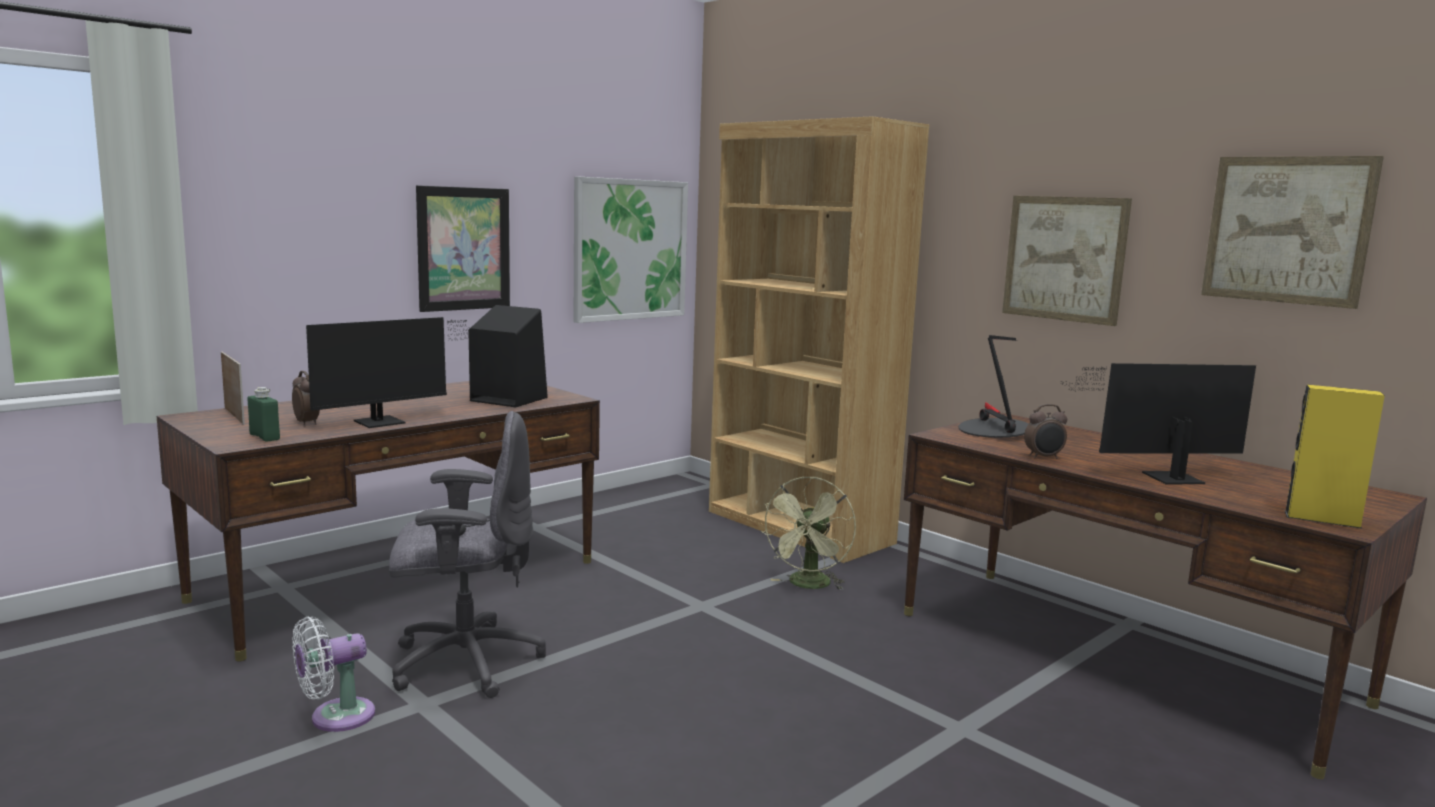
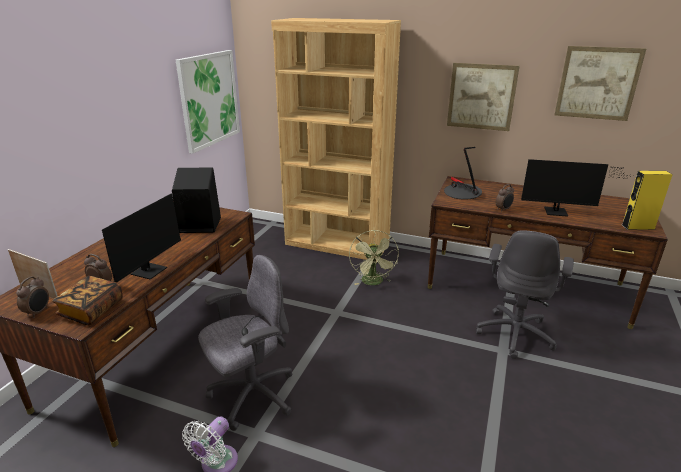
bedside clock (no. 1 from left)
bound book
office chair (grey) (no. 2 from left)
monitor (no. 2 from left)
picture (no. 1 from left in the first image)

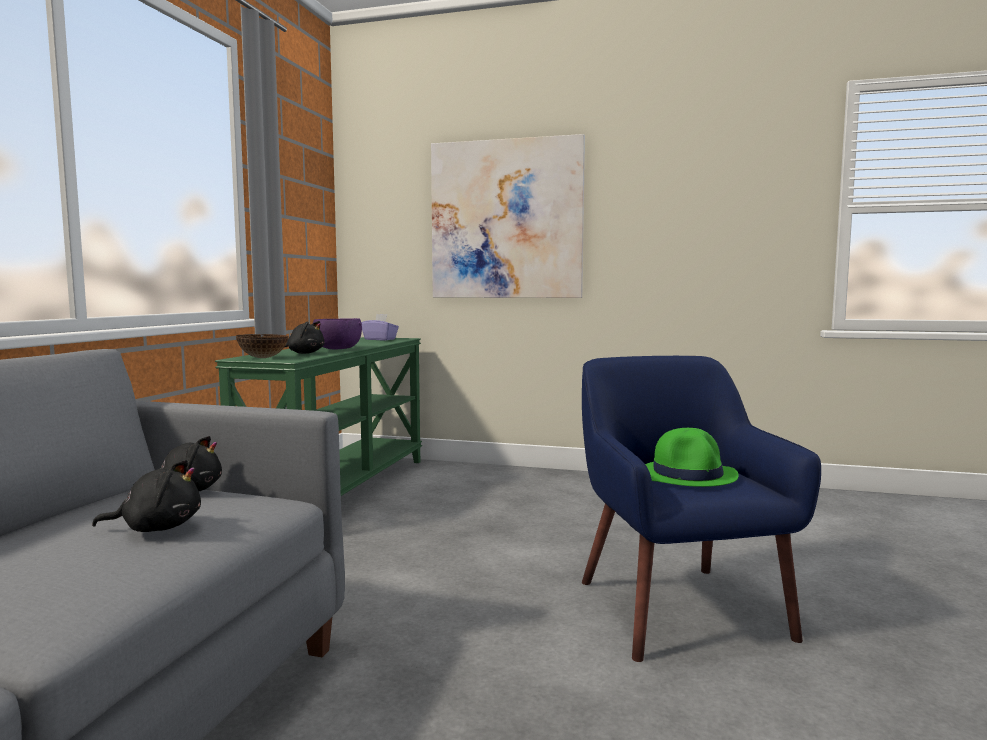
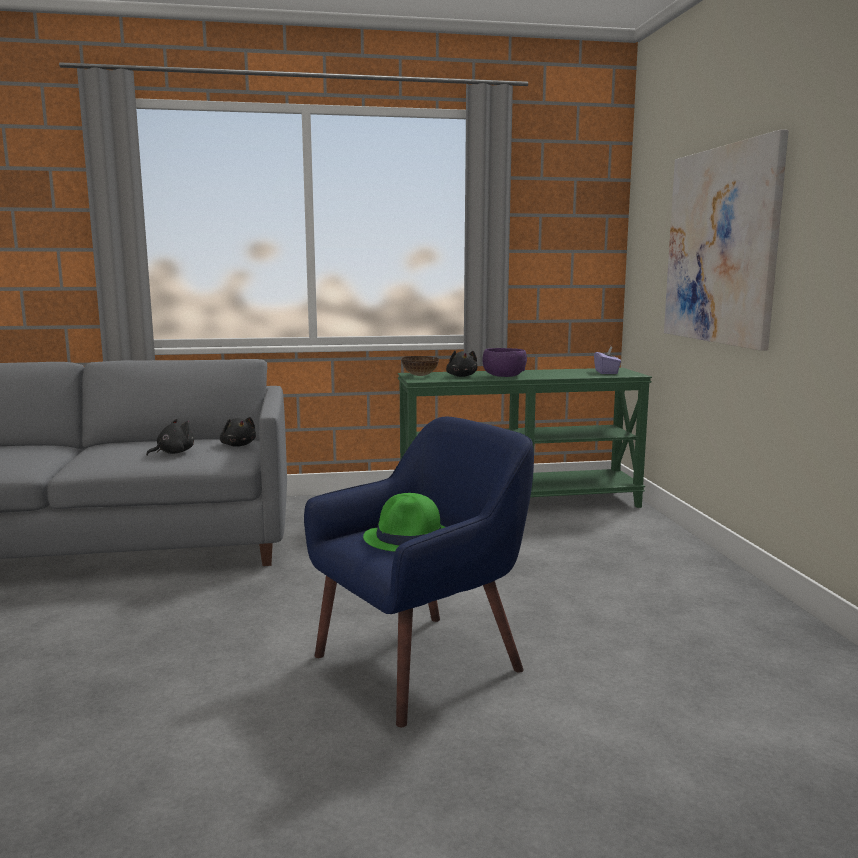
cuddly toy (blackish) (no. 1 from left)

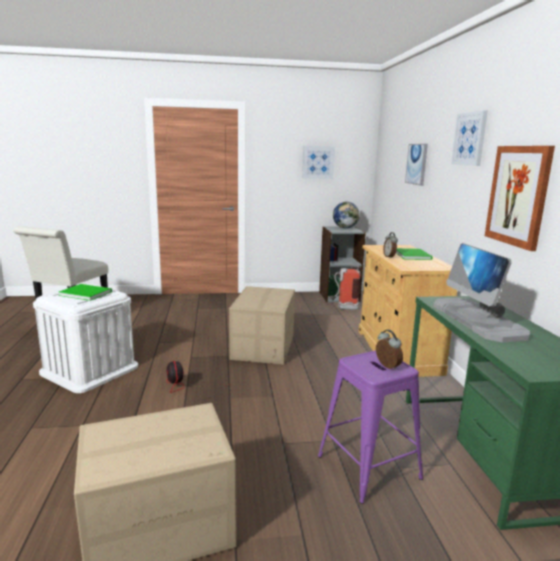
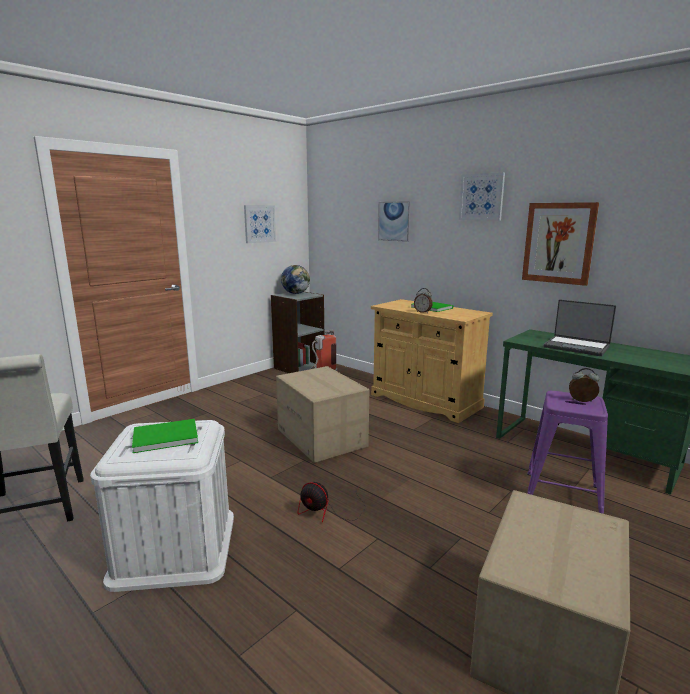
notebook computer

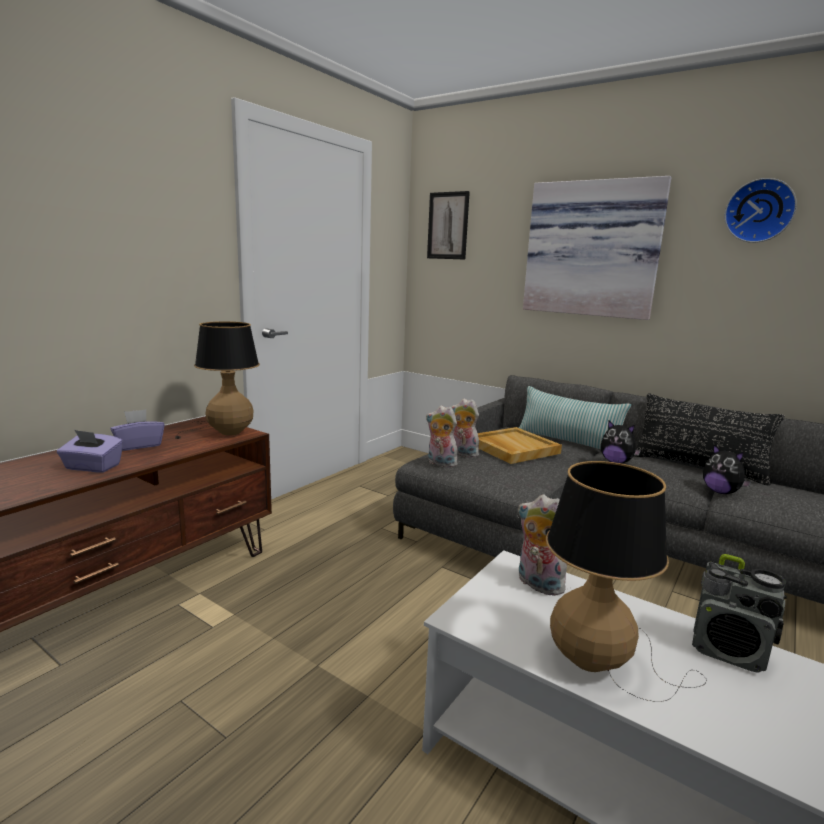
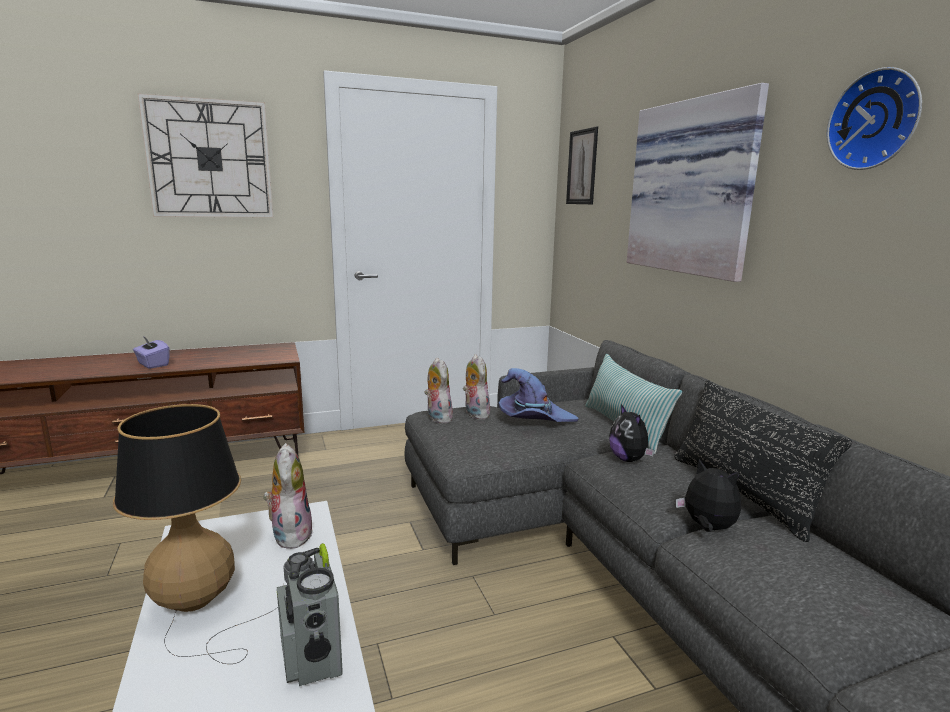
wall clock (no. 1 from left)
clothing hat (purplish)
cuddly toy (no. 5 from left)
box of tissues (purplish) (no. 2 from left in the first image)
lamp for a table (no. 1 from left in the first image)

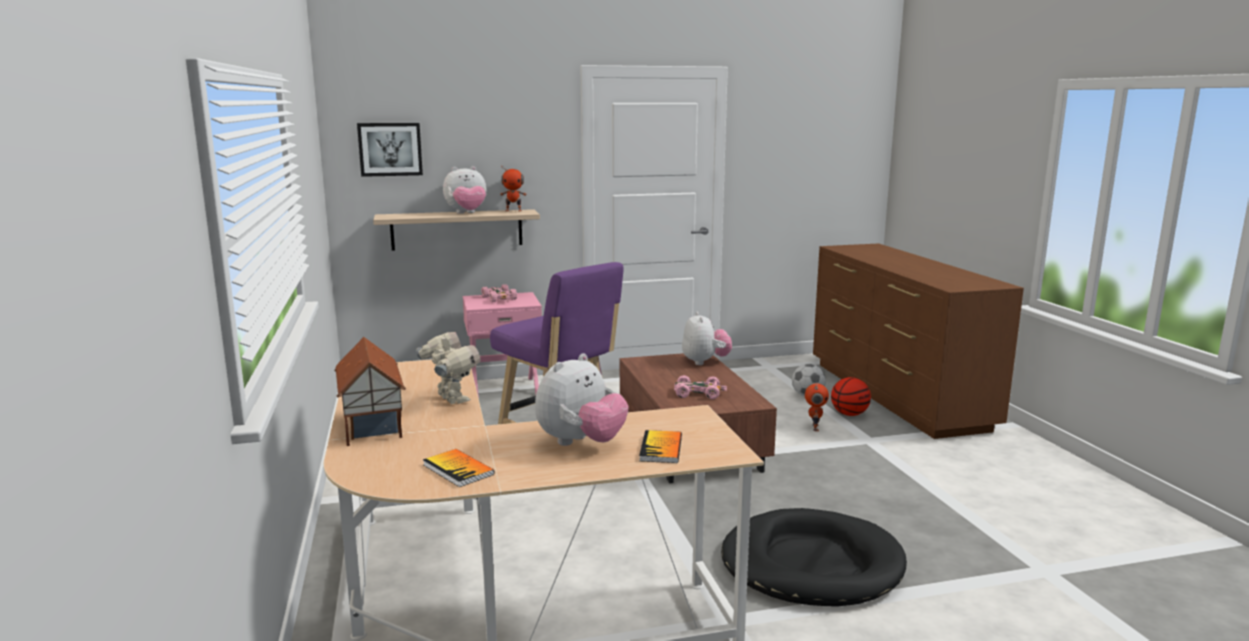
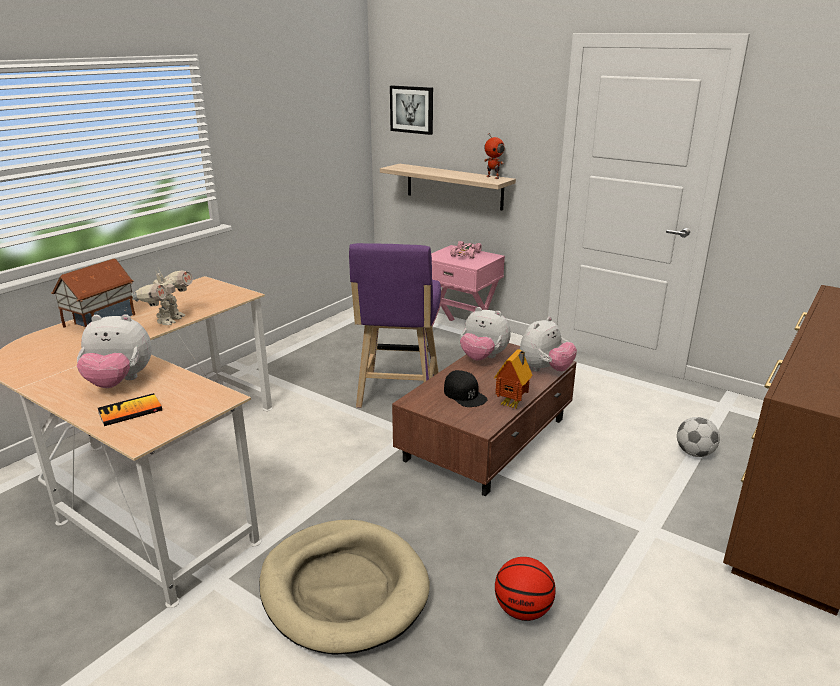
dog cushion (beige)
cap (blackish)
cuddly toy (no. 2 from left)
model house (no. 2 from left)
basketball ball
bound book (no. 1 from left in the first image)
model robot (no. 3 from left in the first image)

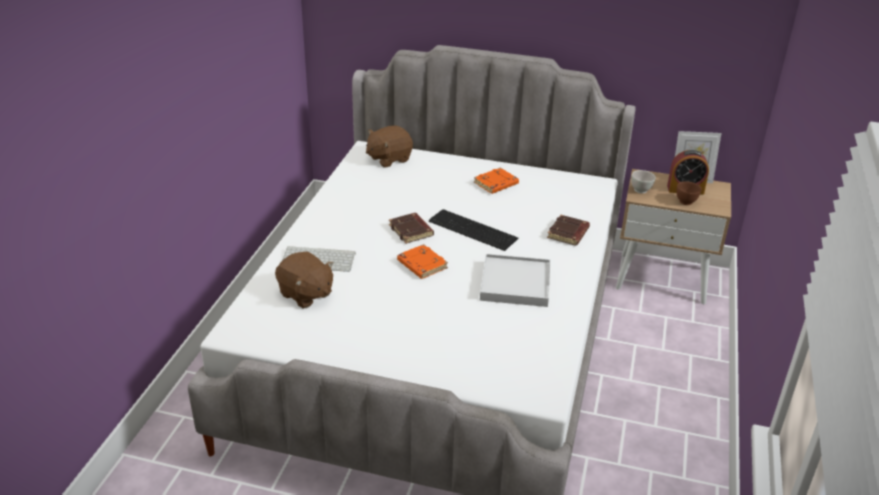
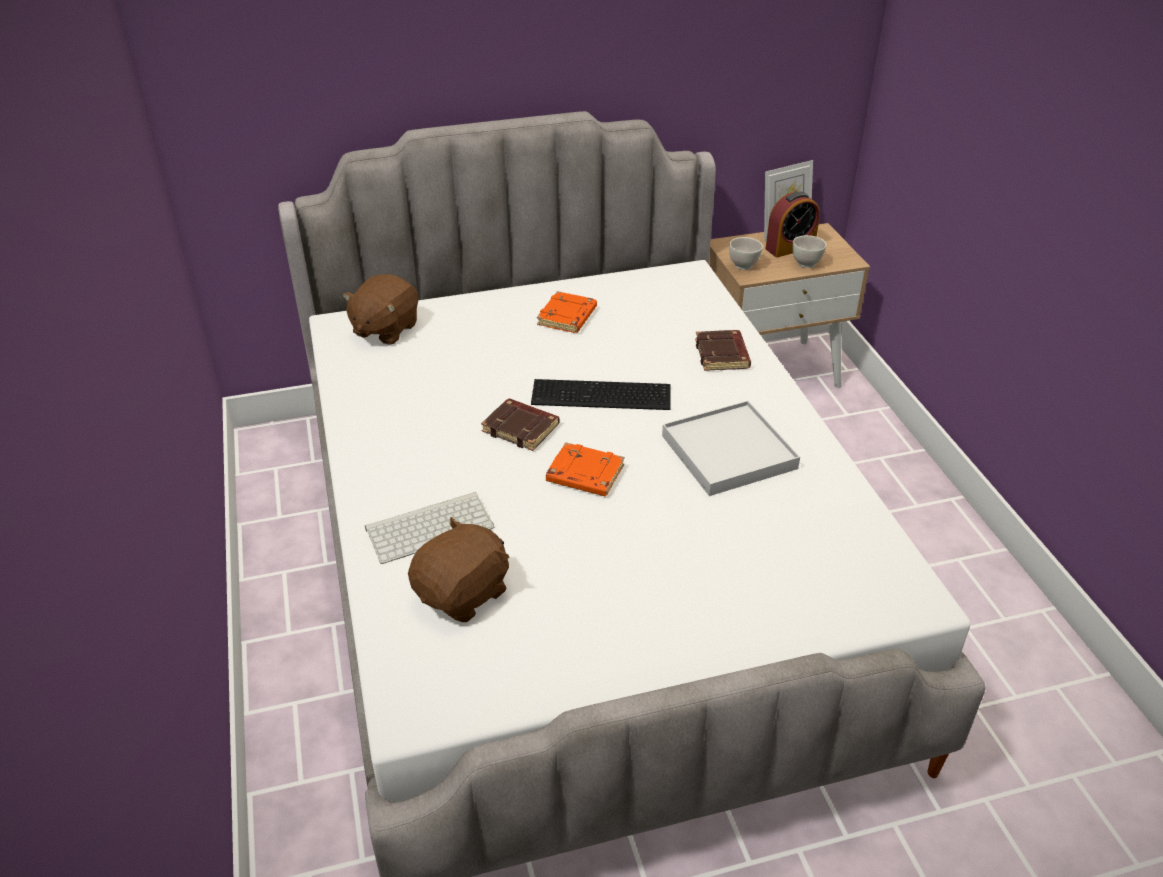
cuddly toy (brownish) (no. 2 from left)
deep dish (white) (no. 2 from left)

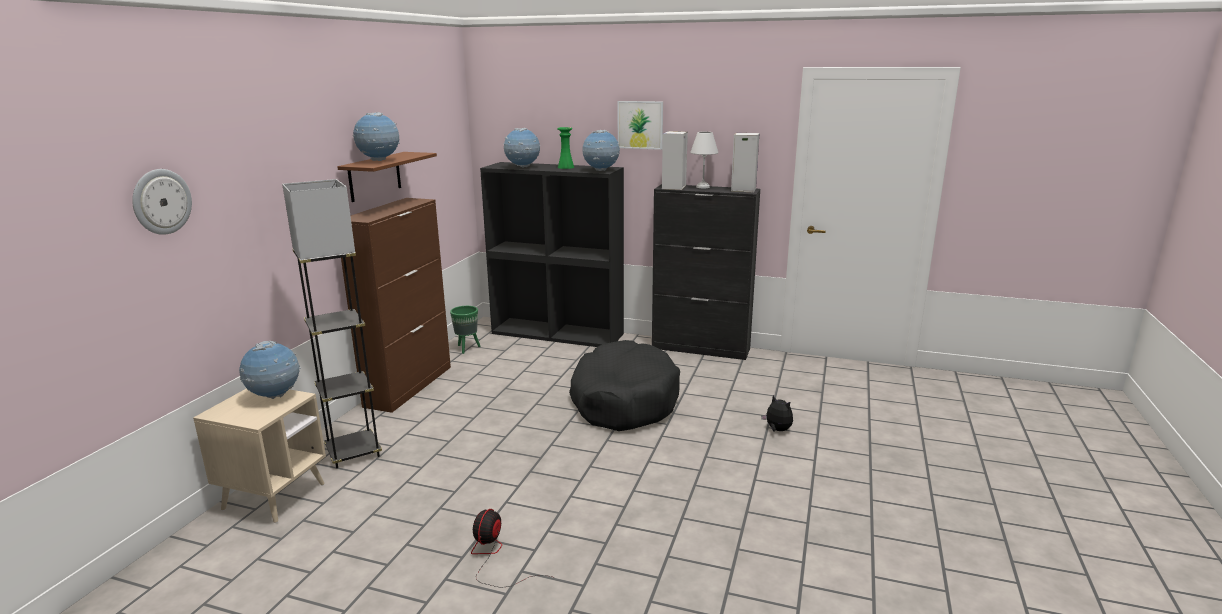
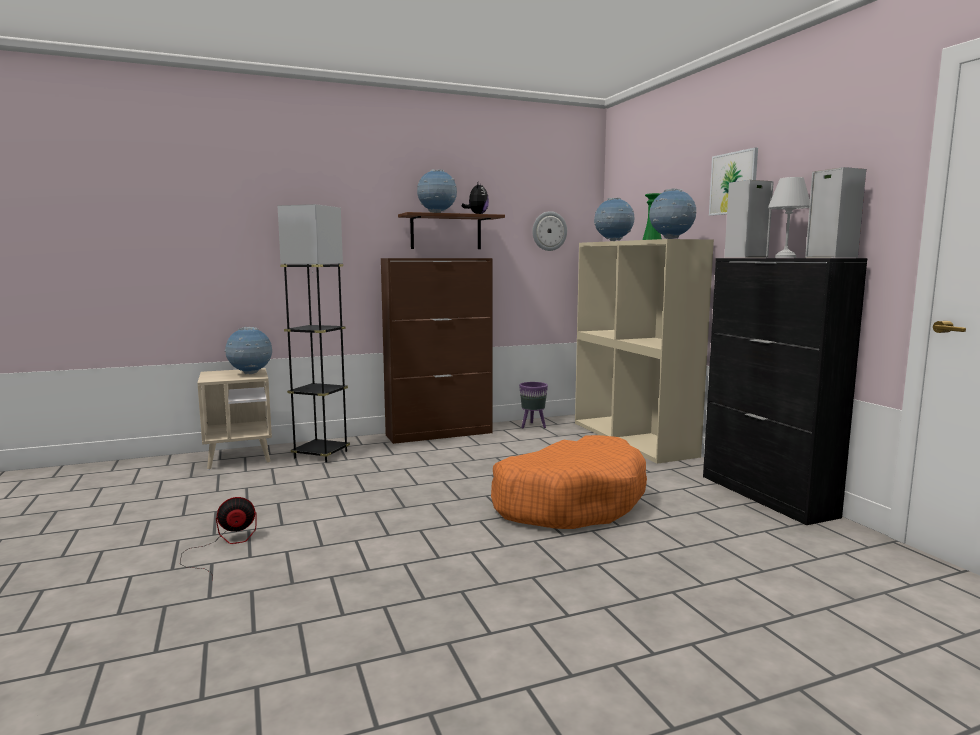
cuddly toy
dog cushion (orange)
plant pot (purplish)
wall clock
shelving unit (beige)

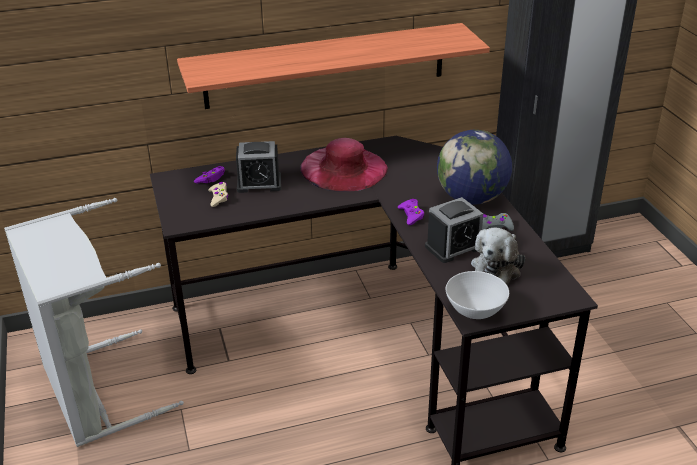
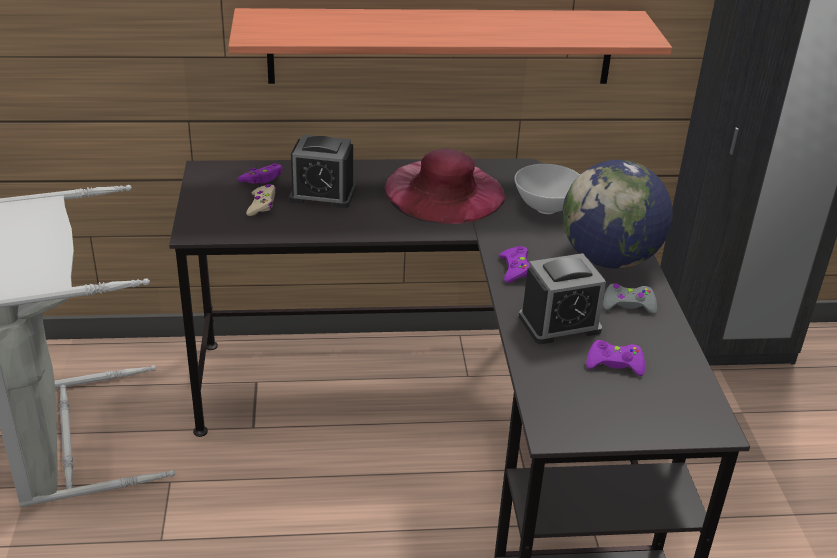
deep dish (white)
gamepad (purplish) (no. 3 from left)

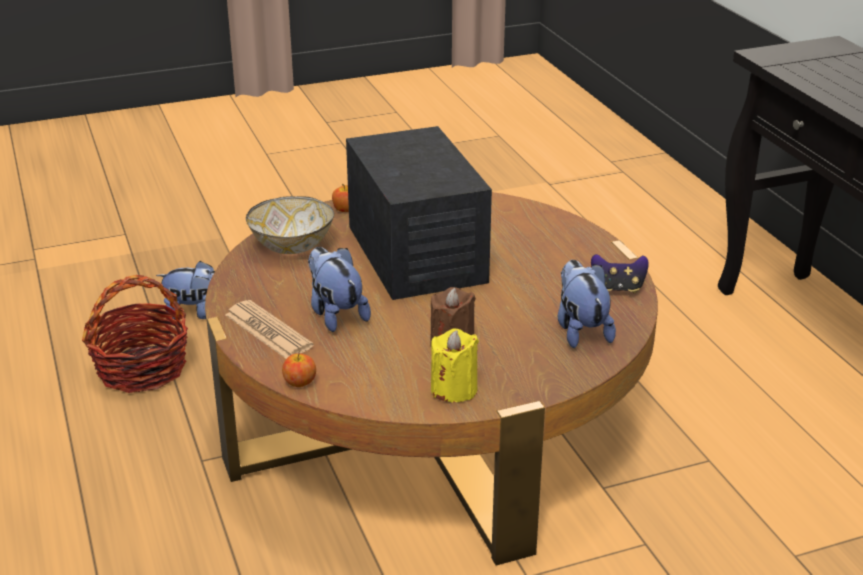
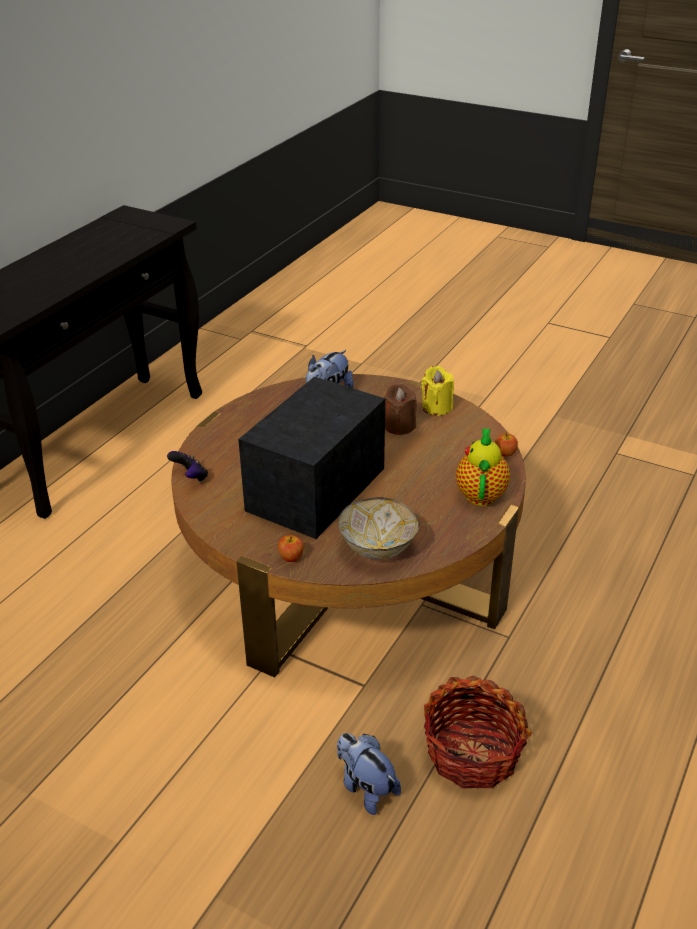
gamepad
teapot
cuddly toy (no. 2 from left in the first image)

